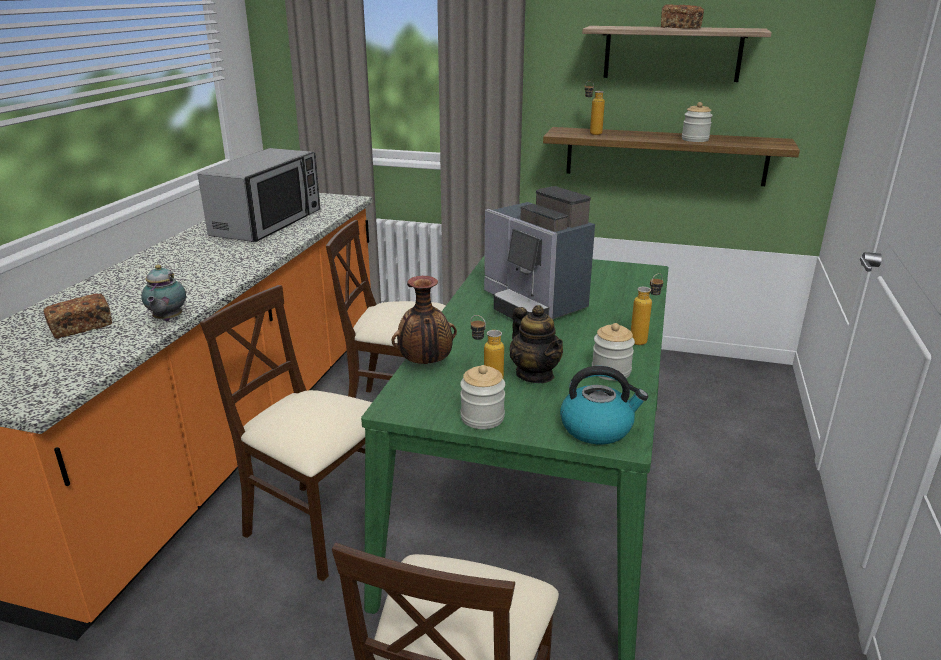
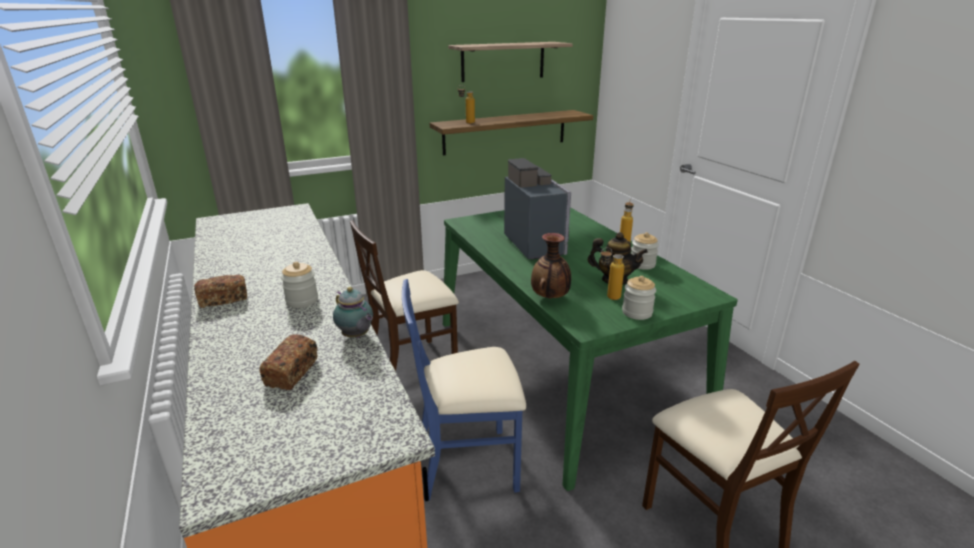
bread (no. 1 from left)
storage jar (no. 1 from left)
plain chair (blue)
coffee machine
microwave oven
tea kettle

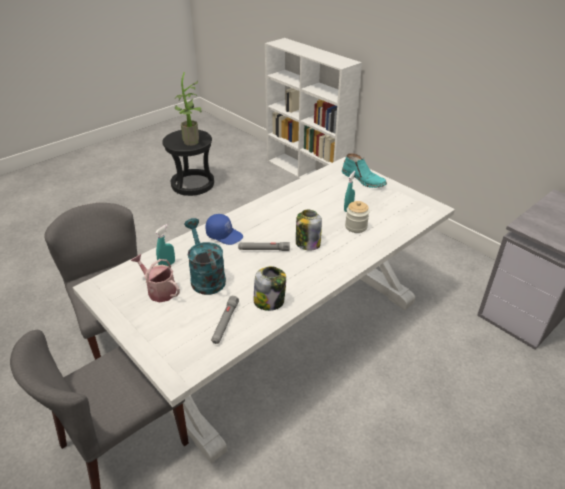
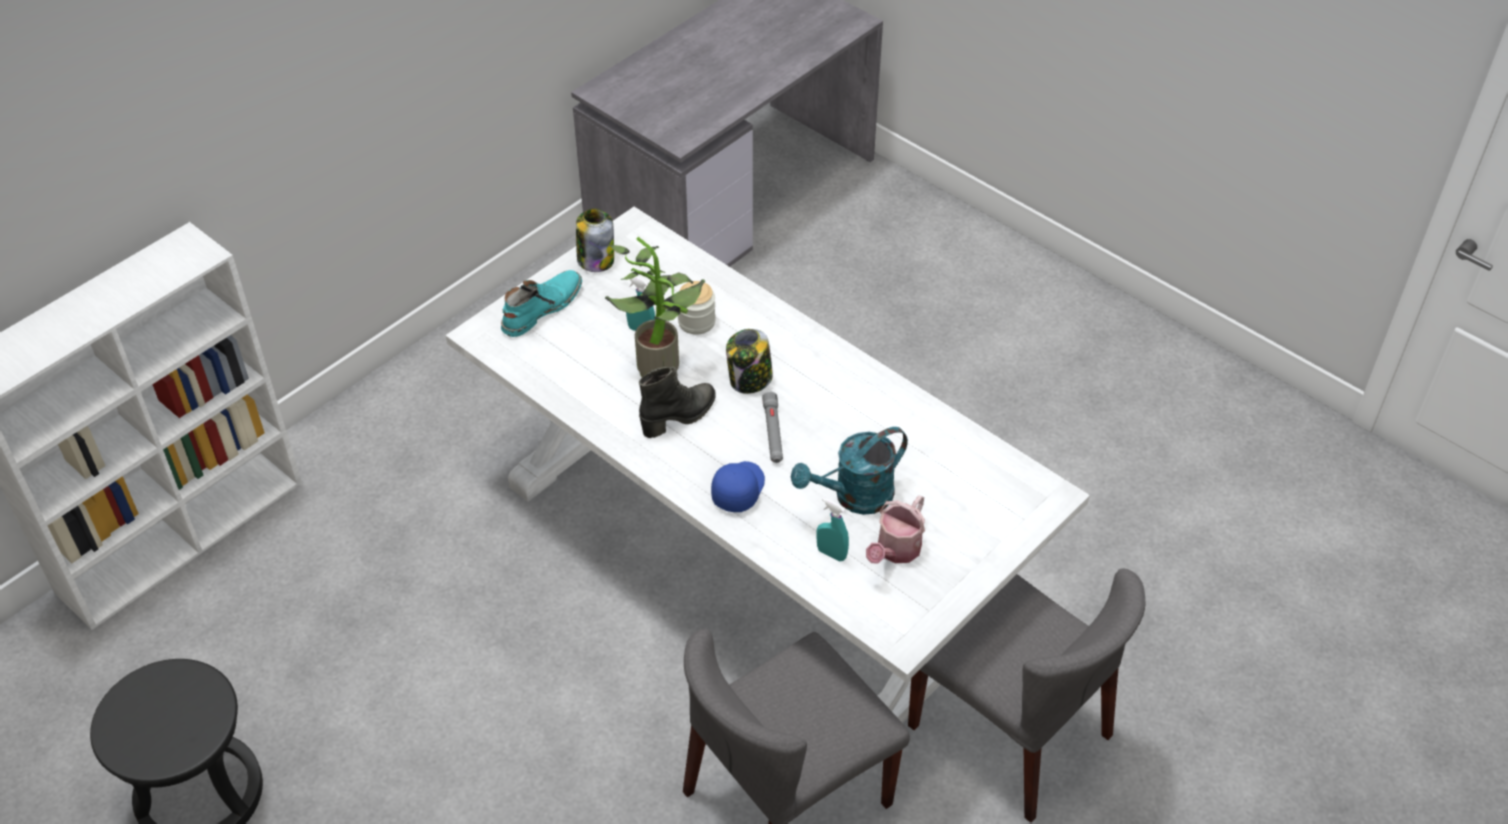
storage jar (no. 1 from left)
potted plant
tall boot (blackish)
hand torch (grey) (no. 1 from left in the first image)

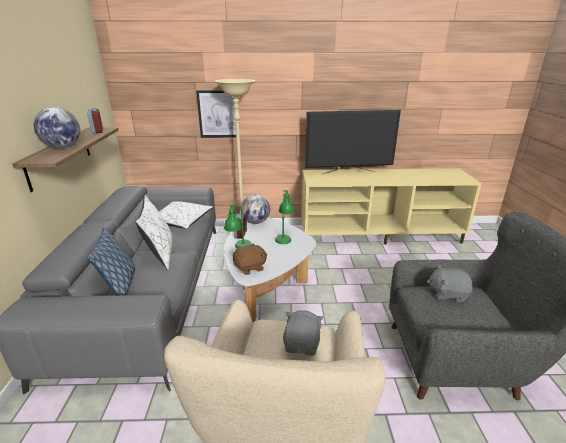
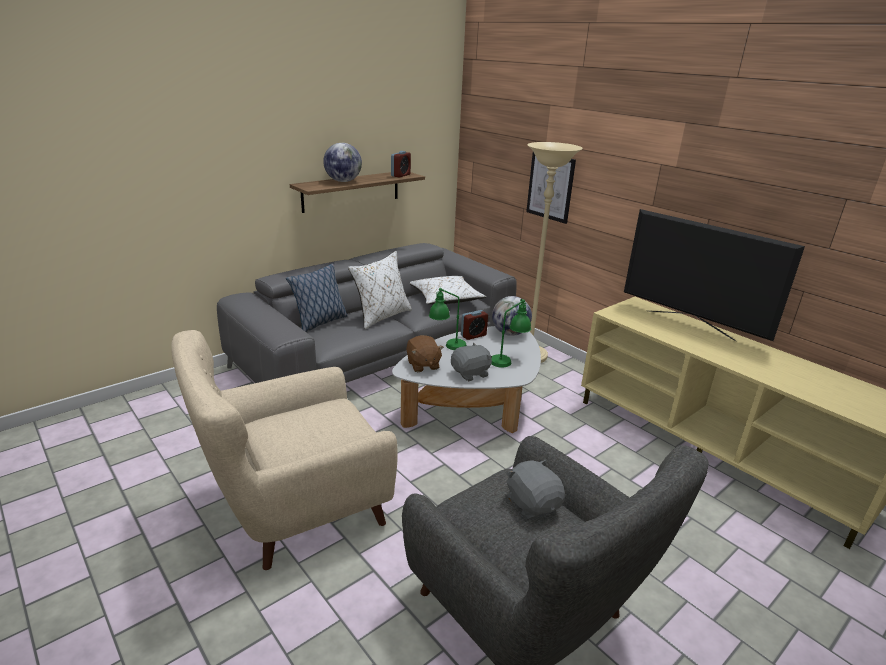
cuddly toy (brownish)
cuddly toy (grey) (no. 1 from left)

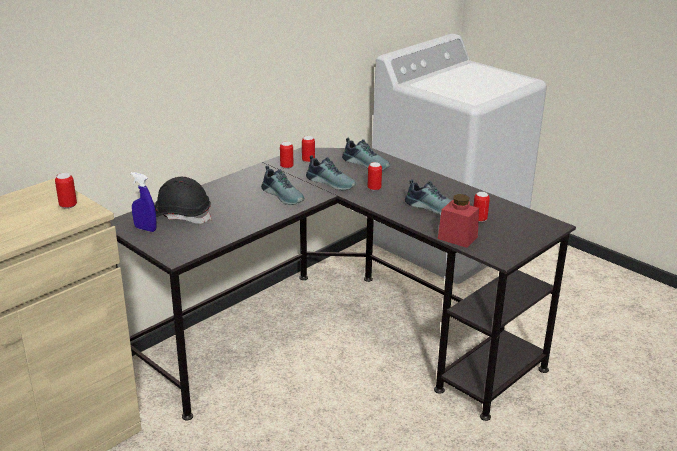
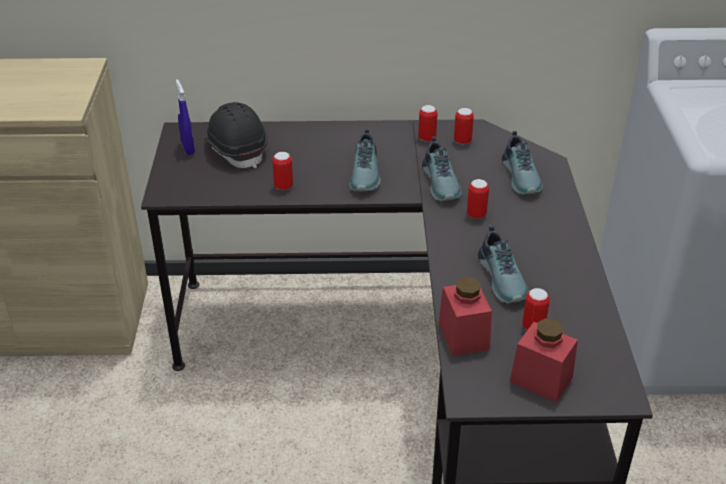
sealed can (no. 1 from left)
storage jar (red-coloured) (no. 2 from left)

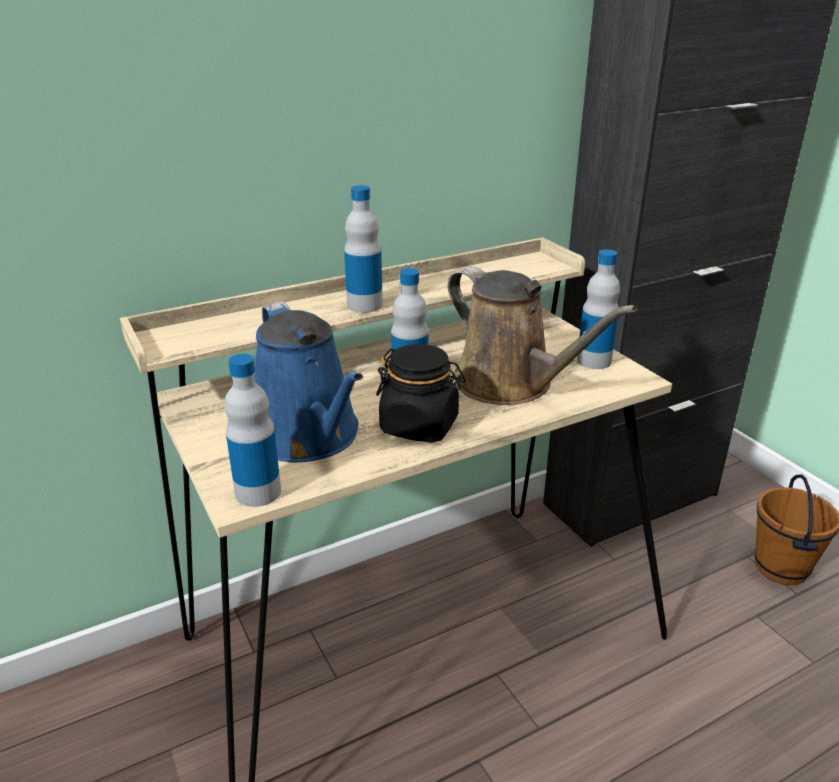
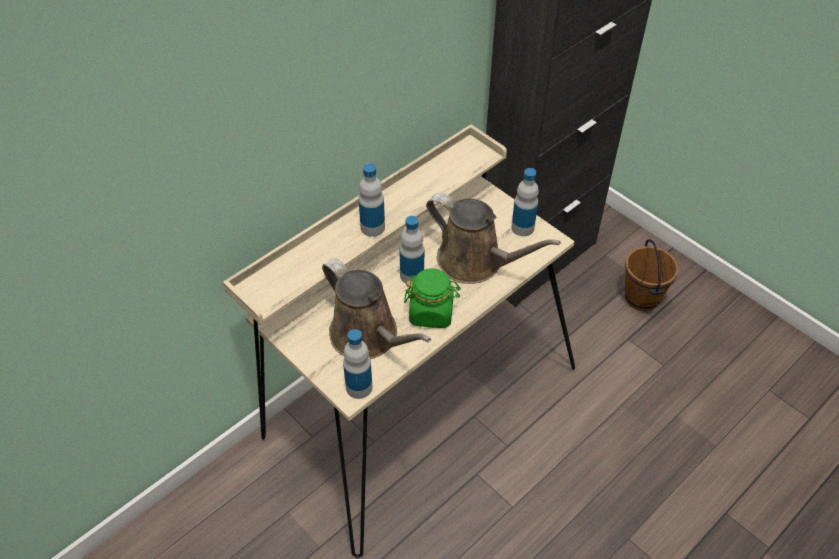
watering can (brownish) (no. 1 from left)
storage jar (green)

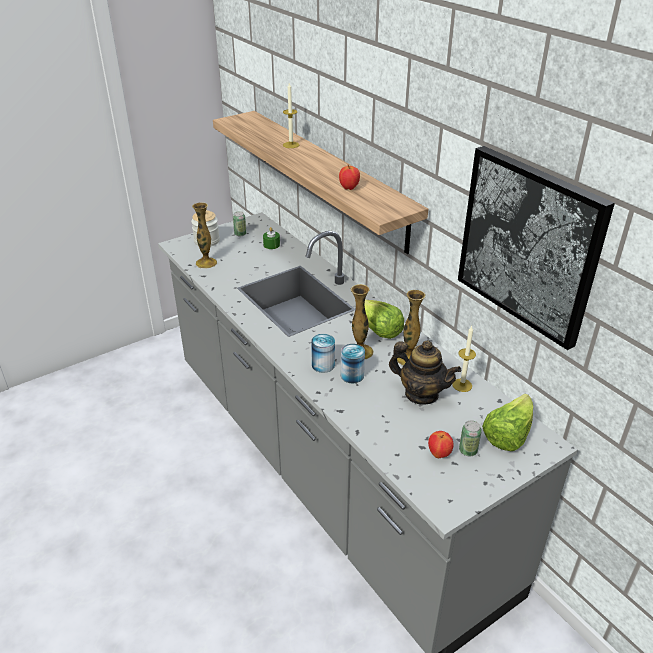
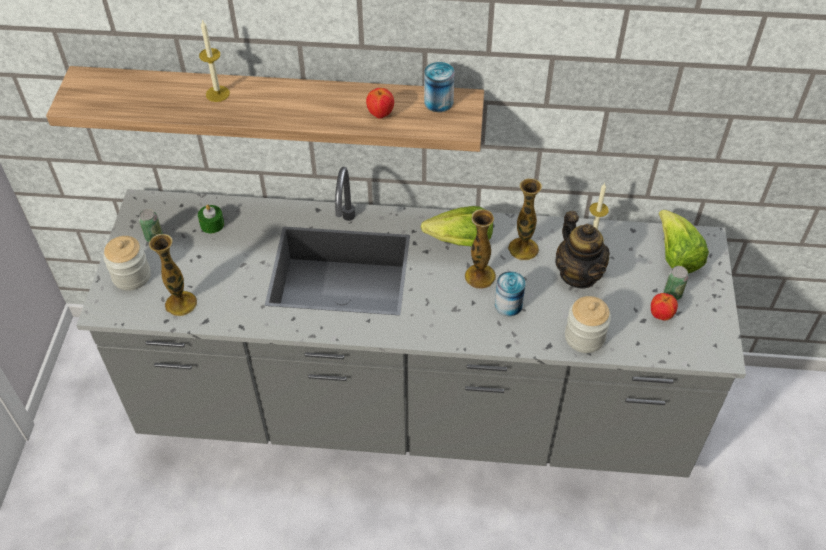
sealed can (no. 2 from left)
teapot
storage jar (no. 2 from left)
picture

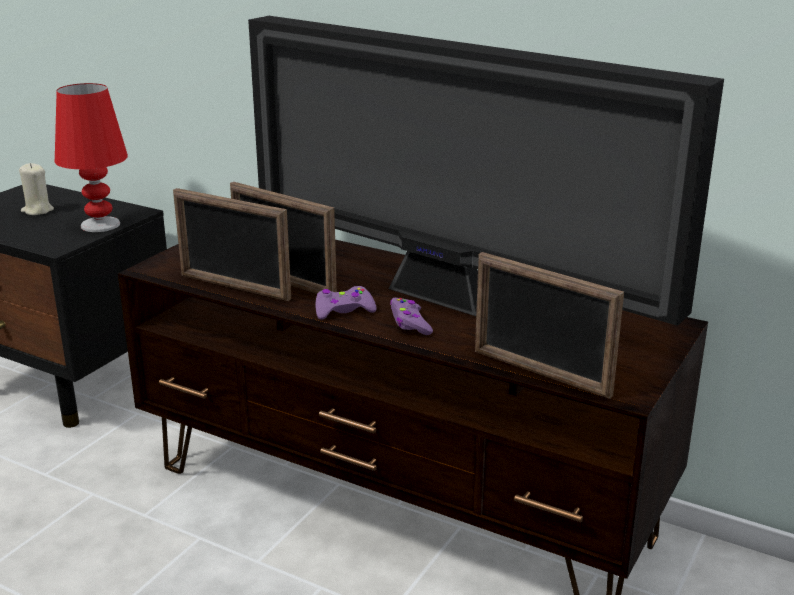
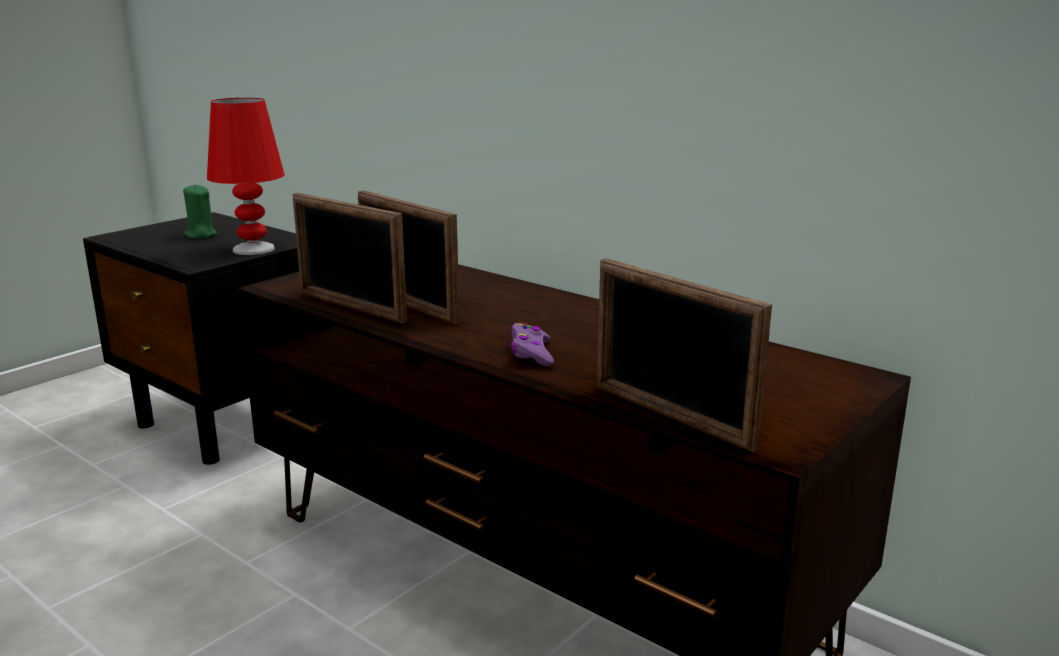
candle (green)
TV
gamepad (purplish) (no. 1 from left in the first image)

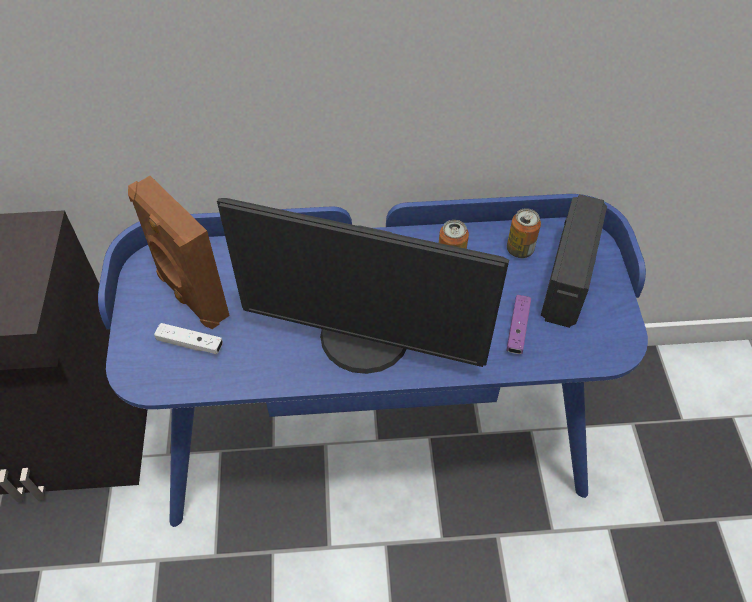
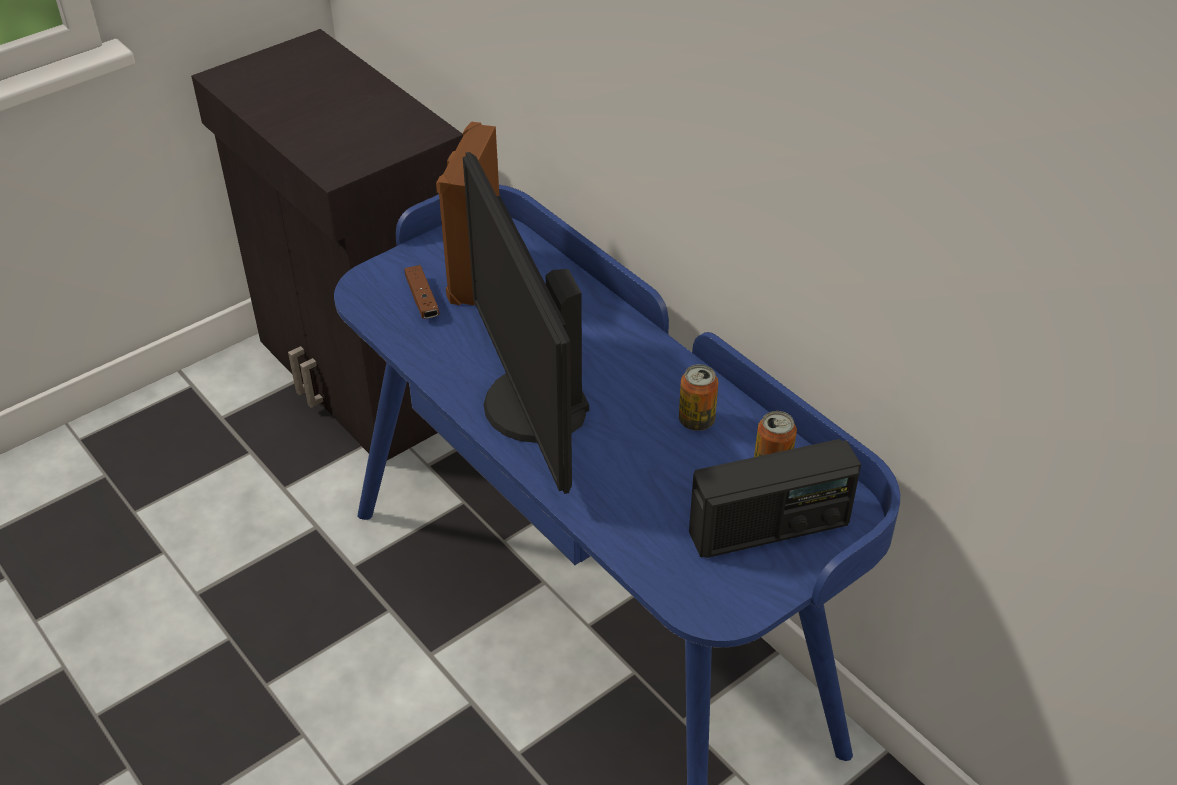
gamepad (brownish)
gamepad (purplish)

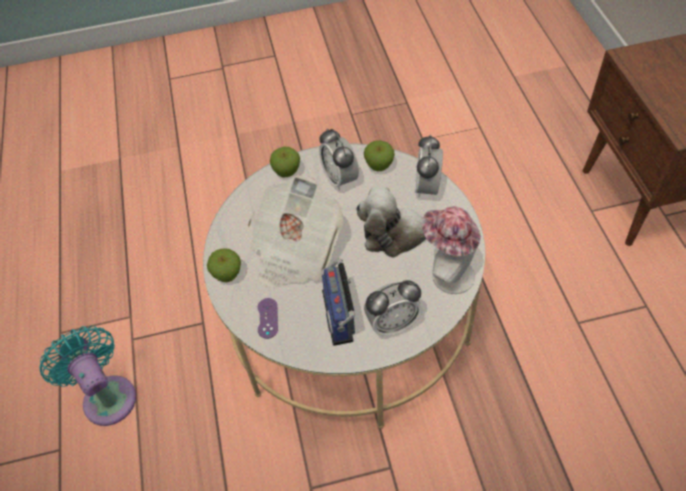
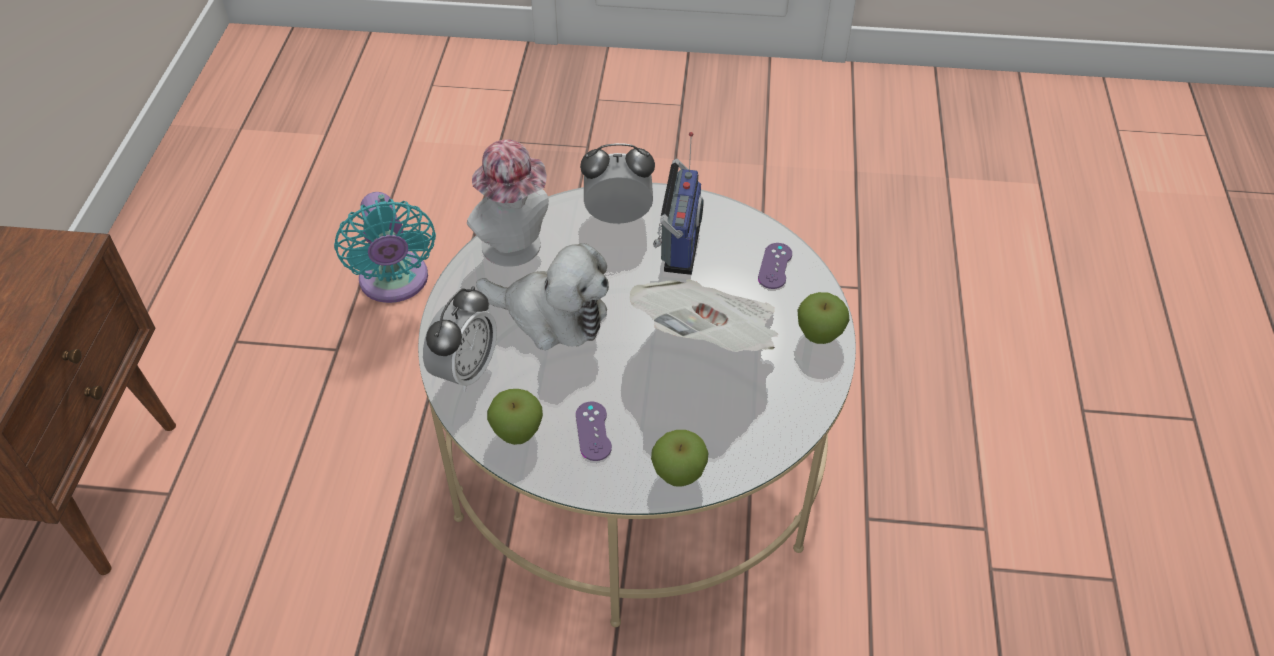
fan (turquoise)
gamepad (purplish) (no. 1 from left)

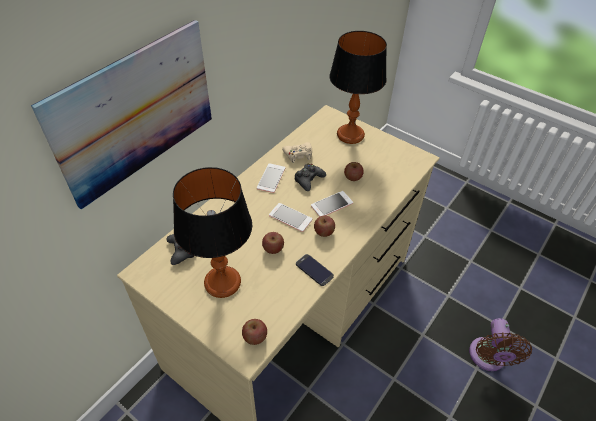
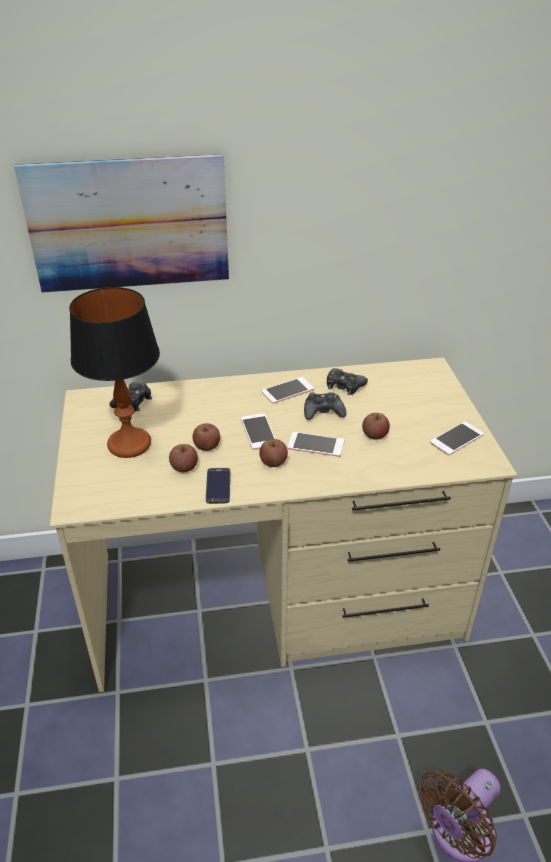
apple fruit (no. 1 from left)
gamepad (blackish) (no. 3 from left)
telephone (no. 5 from left)
lamp for a table (no. 2 from left in the first image)

